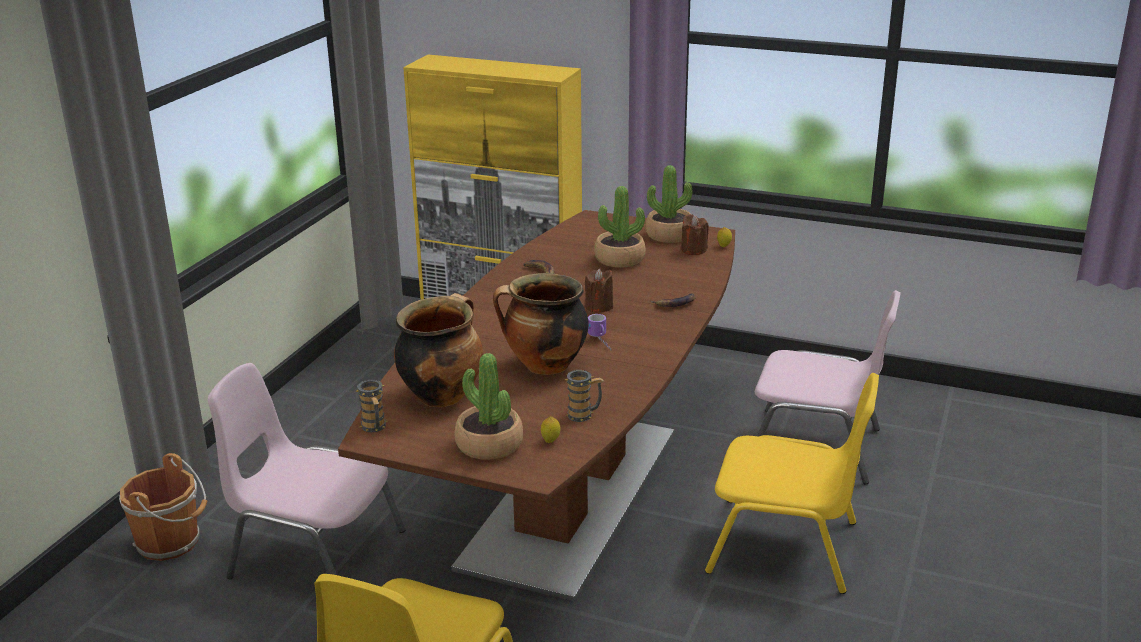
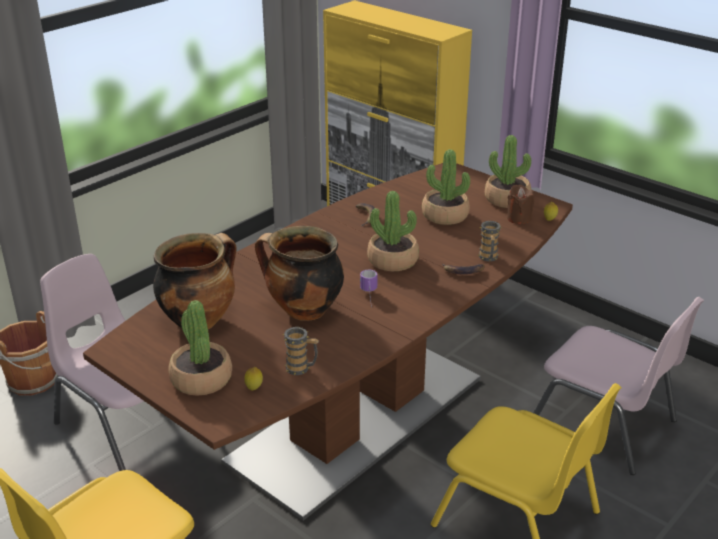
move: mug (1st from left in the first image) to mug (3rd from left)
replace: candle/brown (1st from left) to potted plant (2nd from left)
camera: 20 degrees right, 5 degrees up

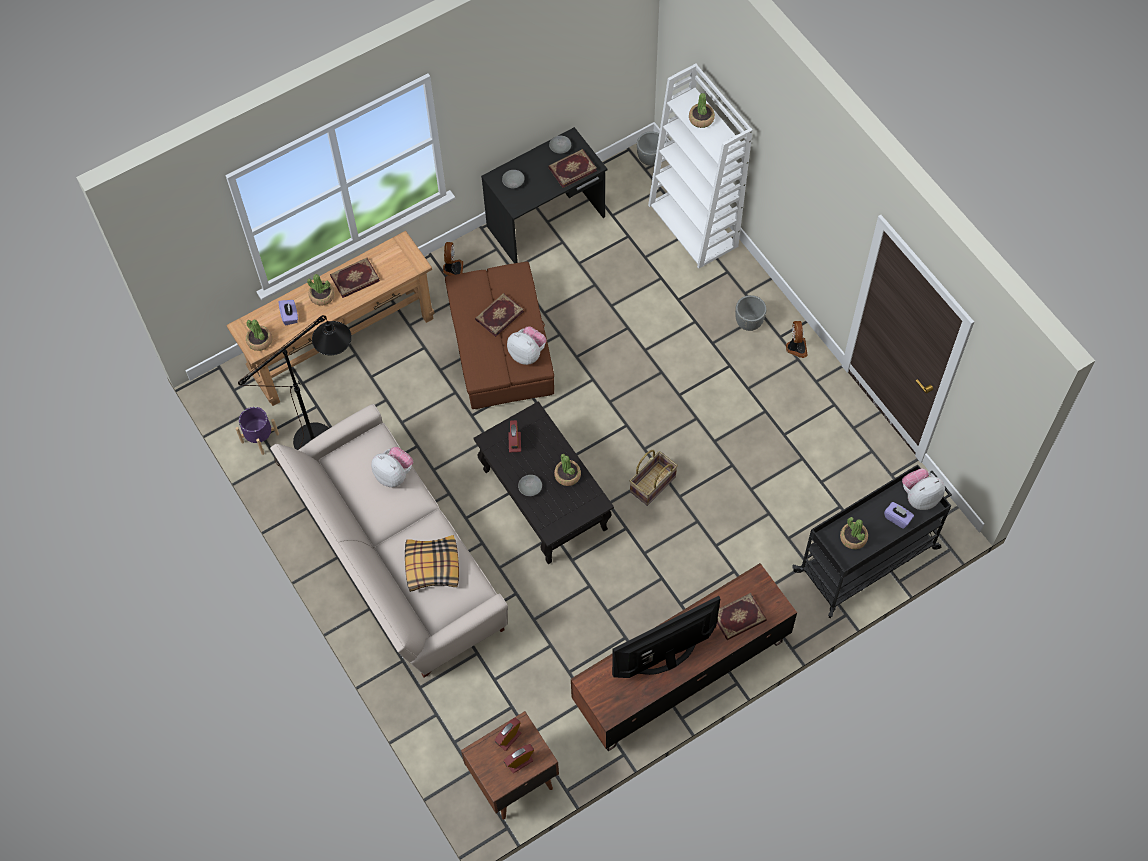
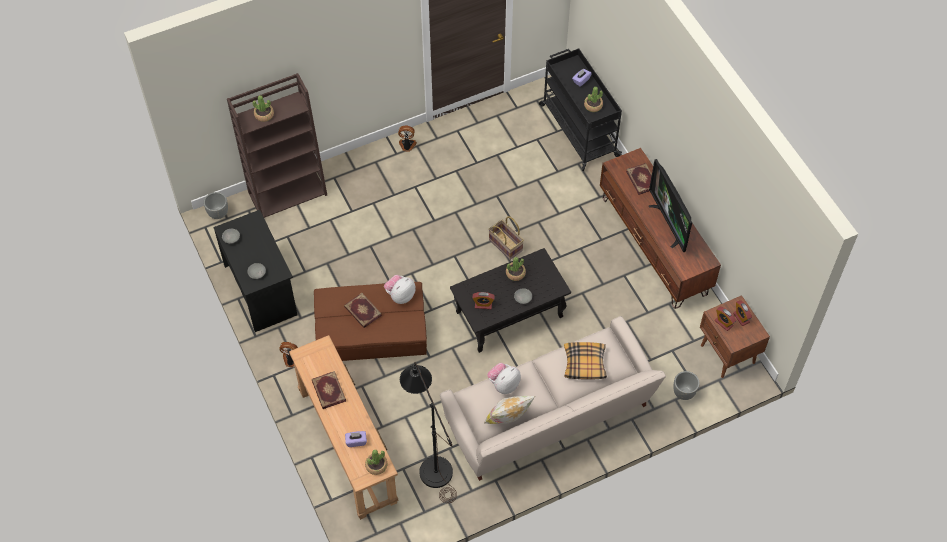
delete: planter/purple; potted plant (2nd from left); book (3rd from left); plush toy (3rd from left)
insert: pillow (1st from left)
move: planter/grey (2nd from left)
recolor: bookcase/white to bookcase/brown
camera: 85 degrees left, 5 degrees down

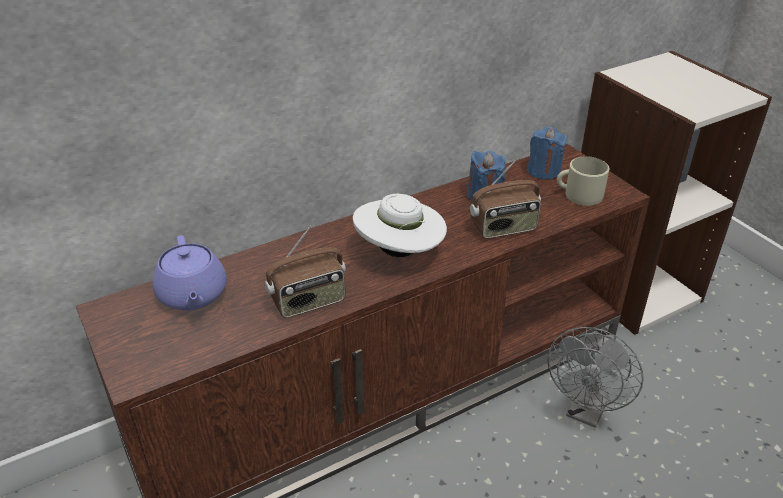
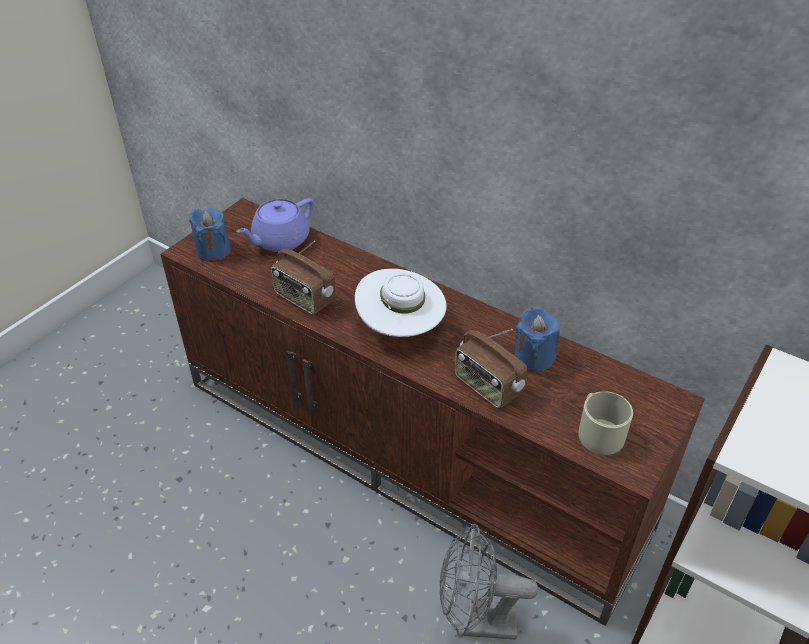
move: candle/blue (2nd from left in the first image) to candle/blue (1st from left)
camera: 65 degrees right, 5 degrees up

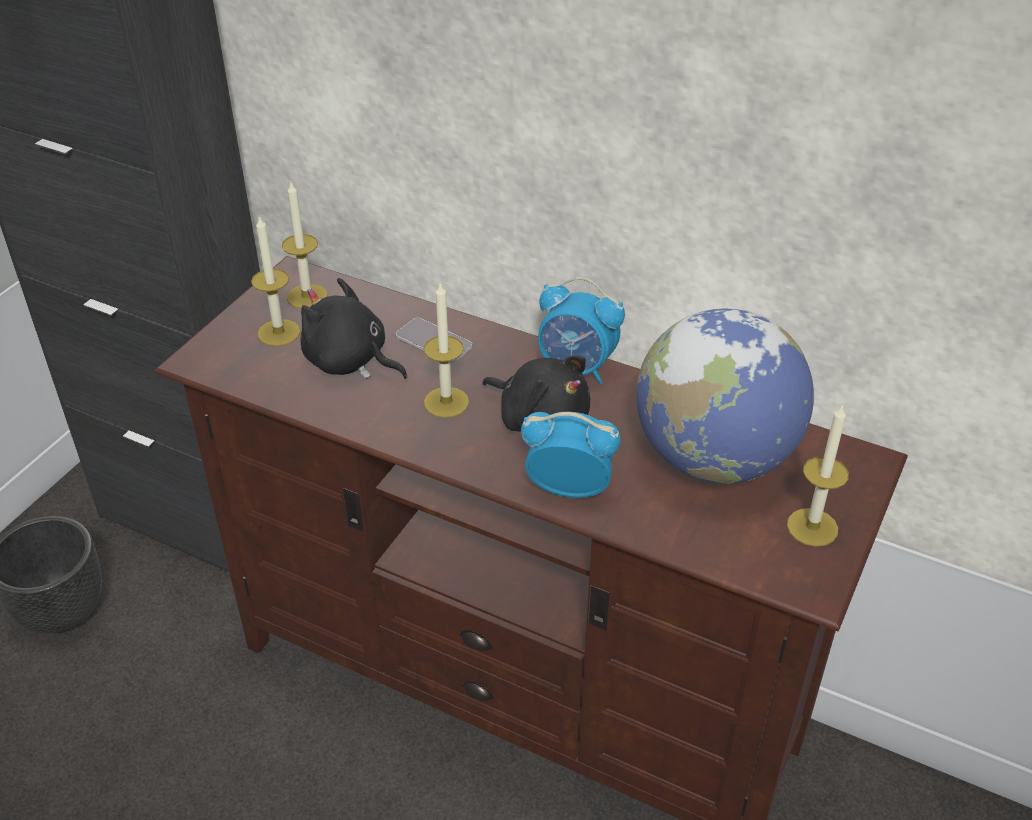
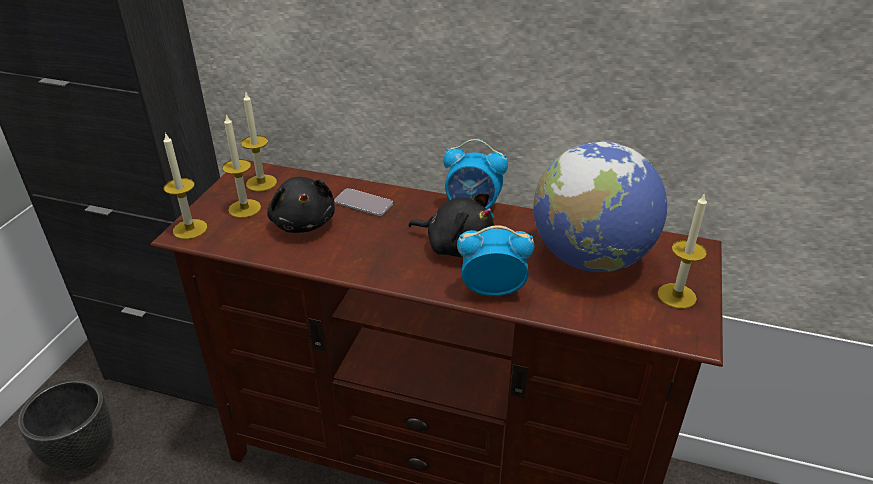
move: candle (3rd from left in the first image) to candle (1st from left)
rotate: plush toy/black (1st from left) 135 degrees counterclockwise
camera: 10 degrees left, 5 degrees down

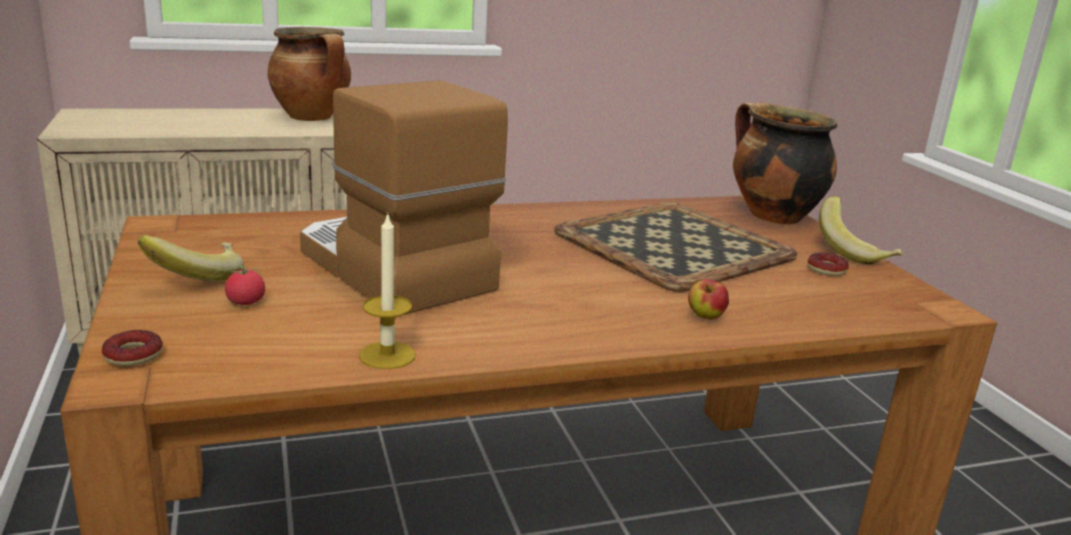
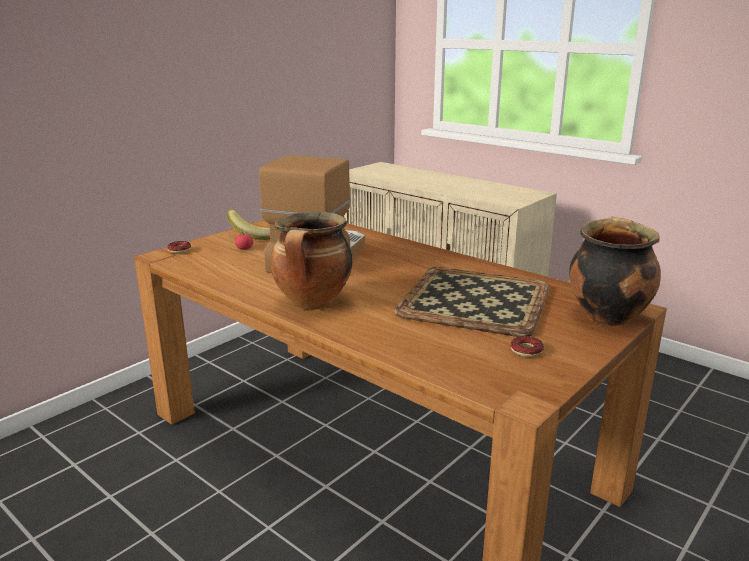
delete: candle; apple; banana (2nd from left)
move: cooking pot (1st from left)
camera: 60 degrees right, 0 degrees up

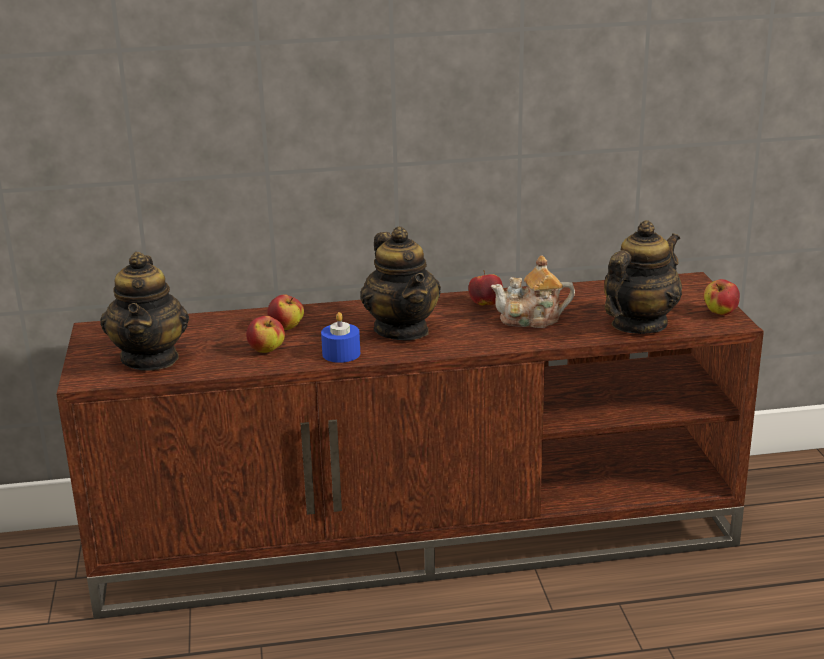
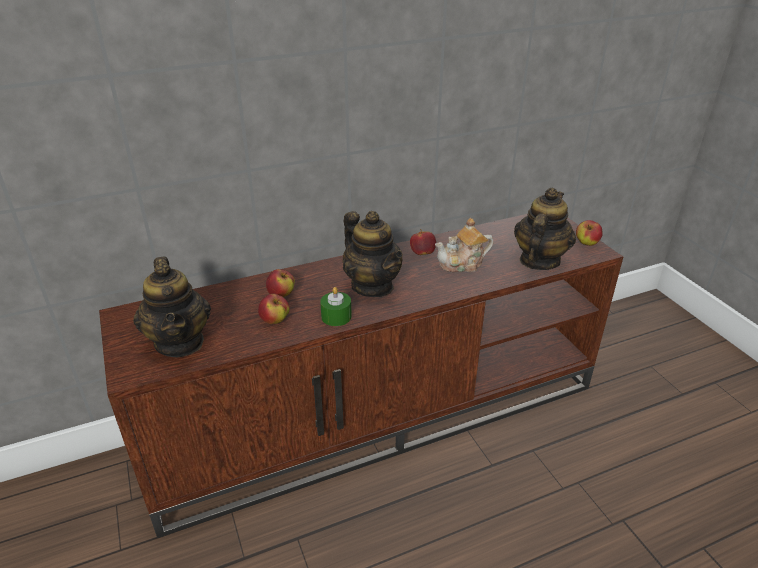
recolor: candle/blue to candle/green
camera: 15 degrees left, 10 degrees up

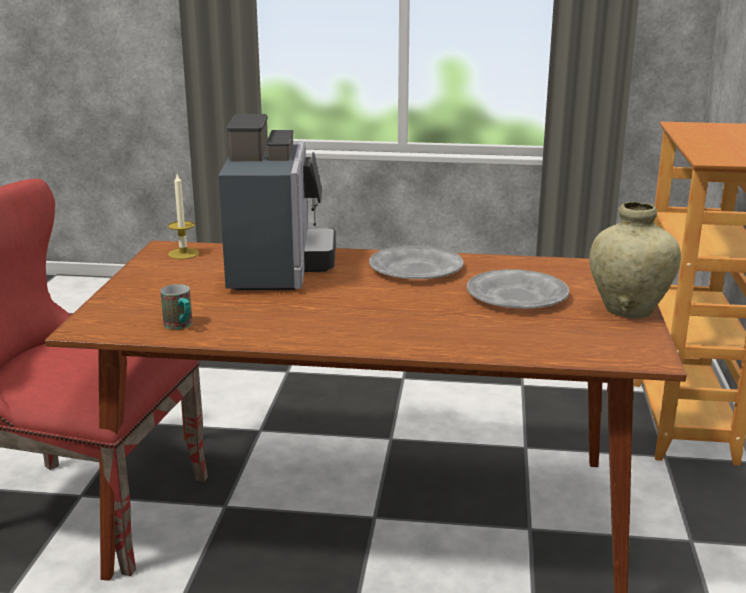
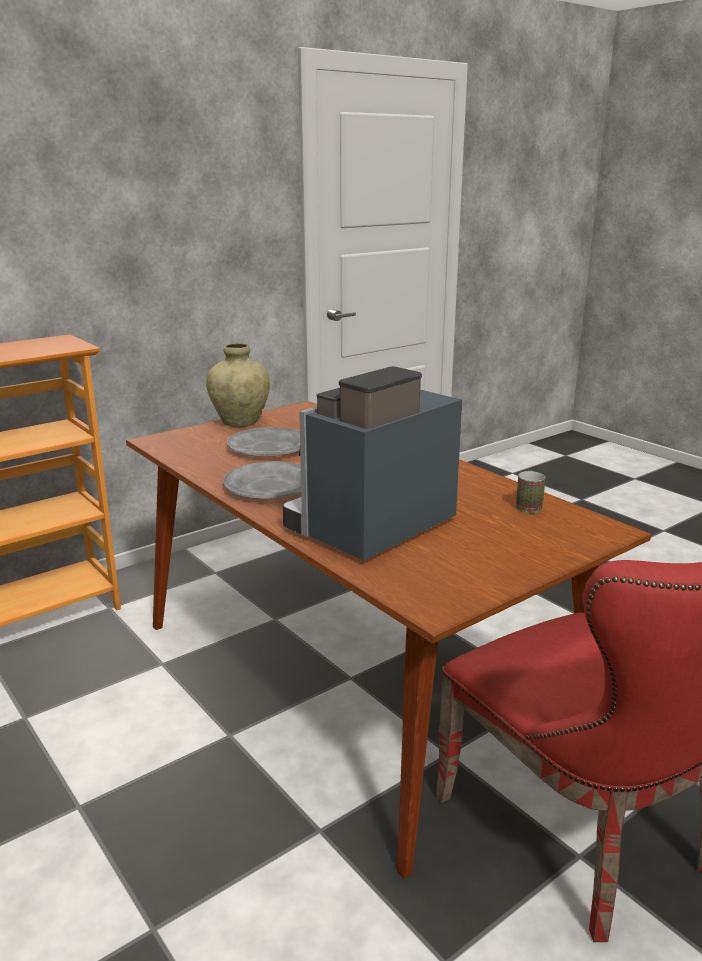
delete: candle
camera: 135 degrees left, 0 degrees up

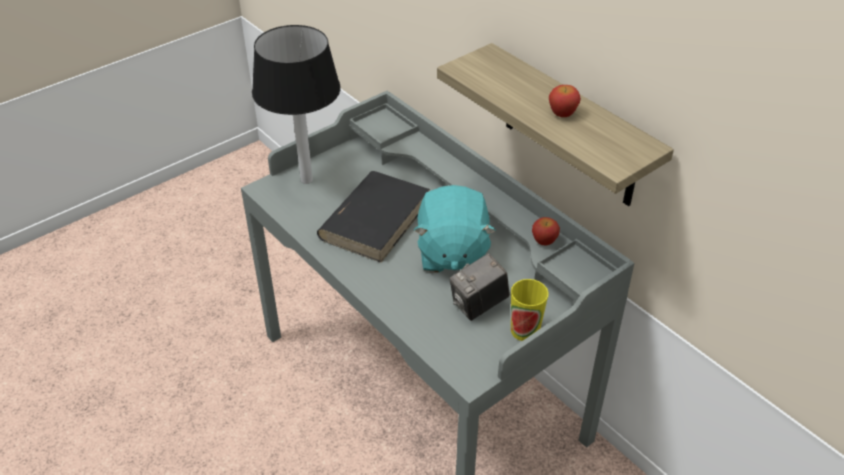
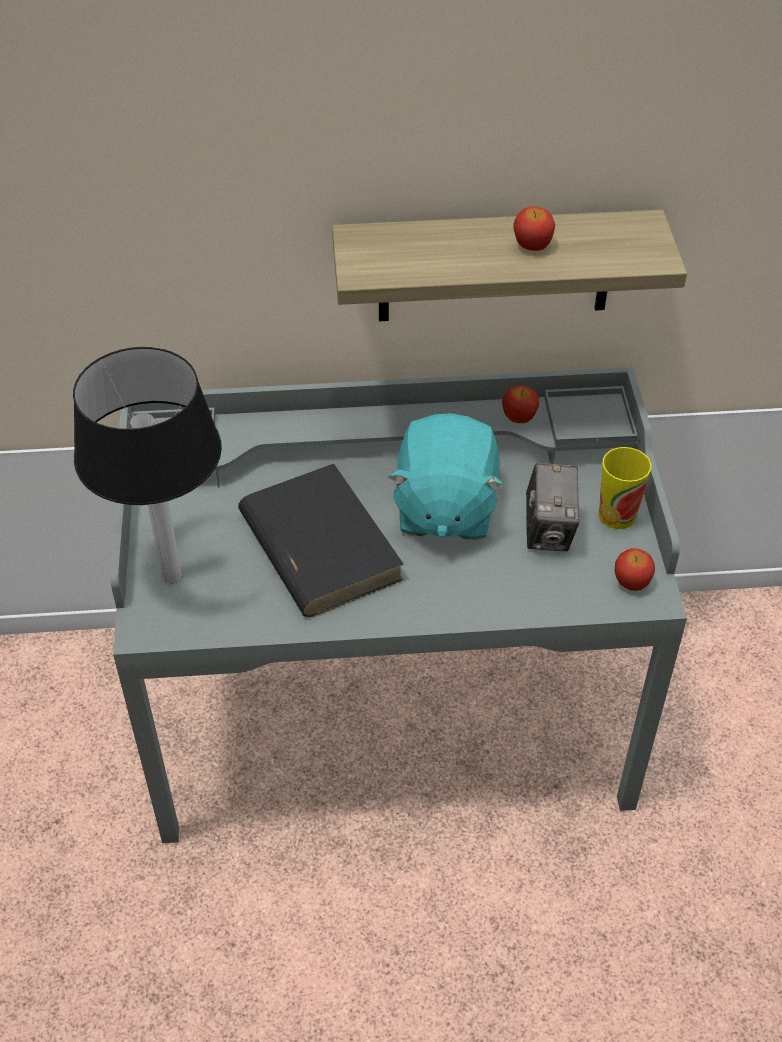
insert: apple (3rd from left)
rotate: plush toy/turquoise 60 degrees clockwise
camera: 55 degrees left, 5 degrees up

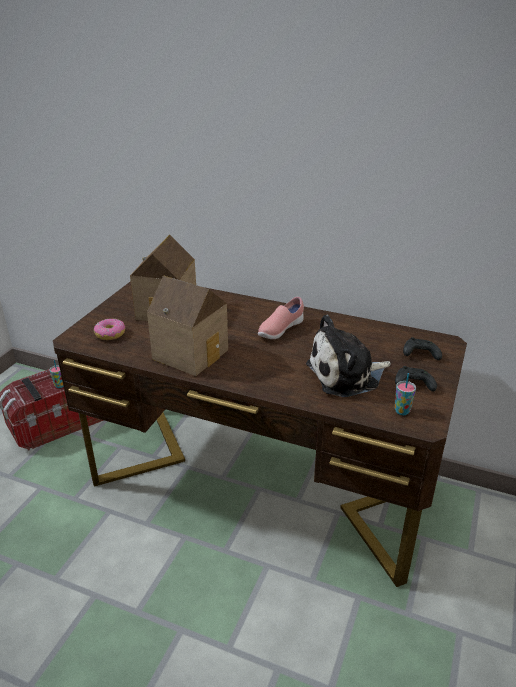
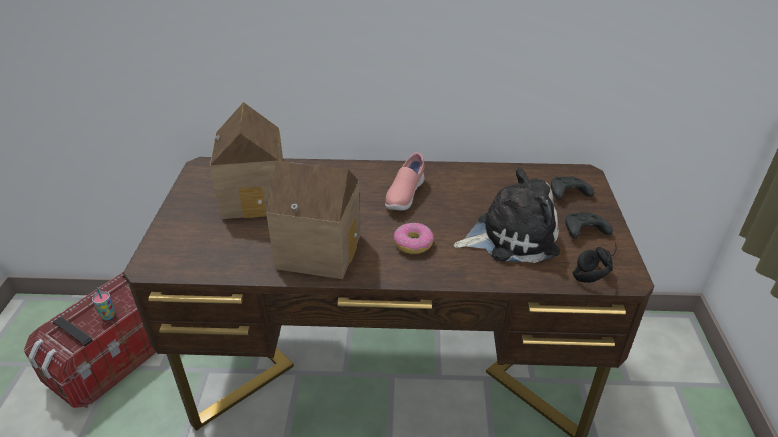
move: donut
replace: cup (2nd from left) to headphones/black
rotate: plush toy 150 degrees counterclockwise
camera: 20 degrees left, 5 degrees up

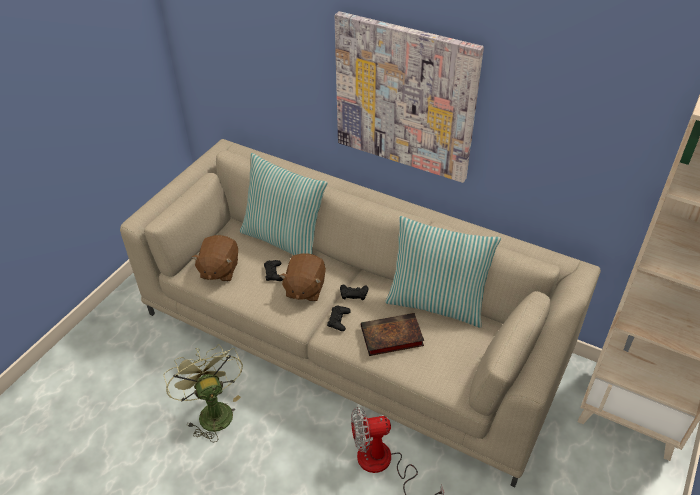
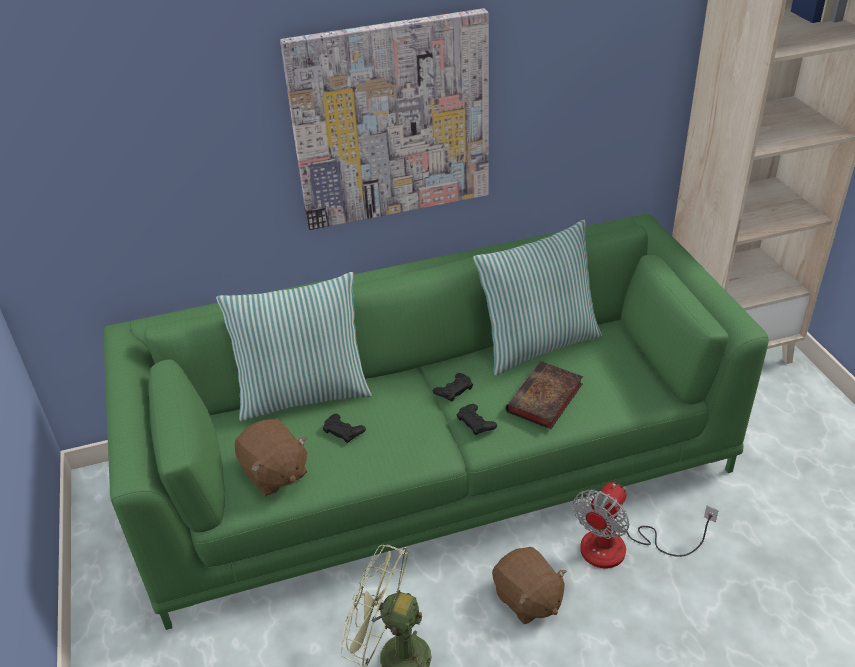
move: plush toy/brown (2nd from left)
recolor: sofa/beige to sofa/green
camera: 45 degrees left, 5 degrees down

